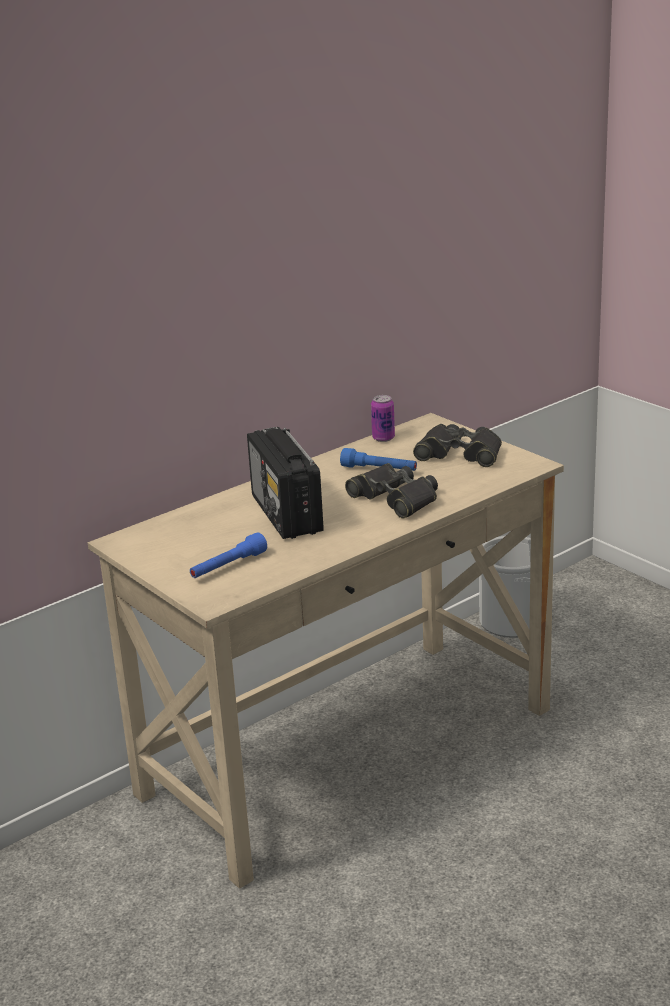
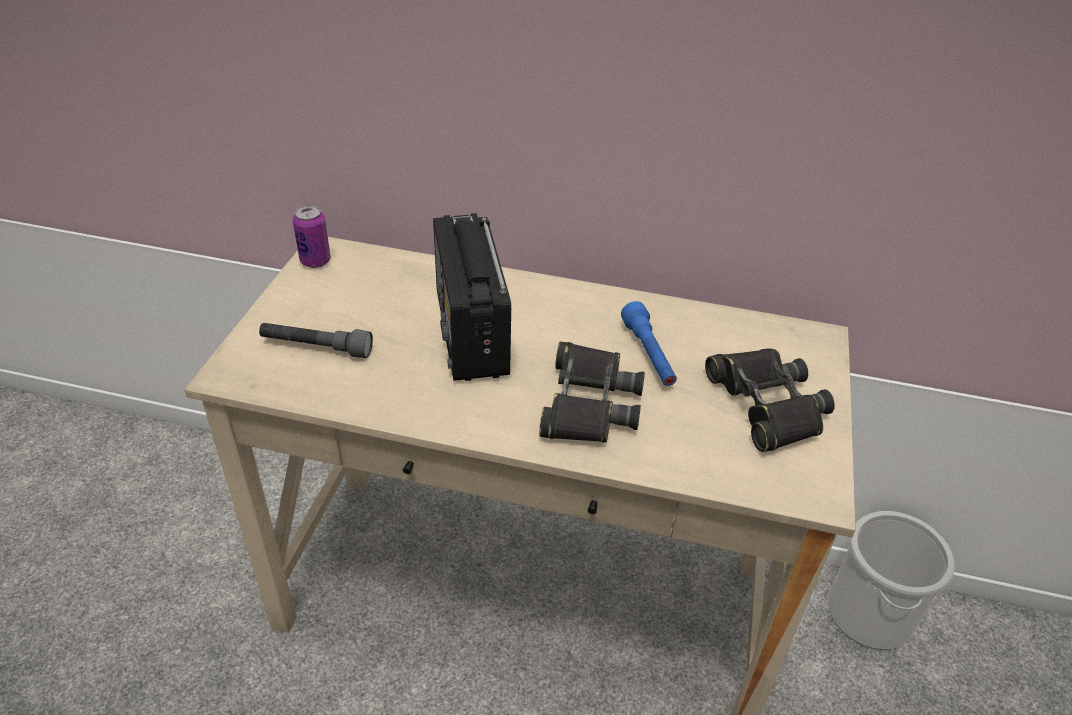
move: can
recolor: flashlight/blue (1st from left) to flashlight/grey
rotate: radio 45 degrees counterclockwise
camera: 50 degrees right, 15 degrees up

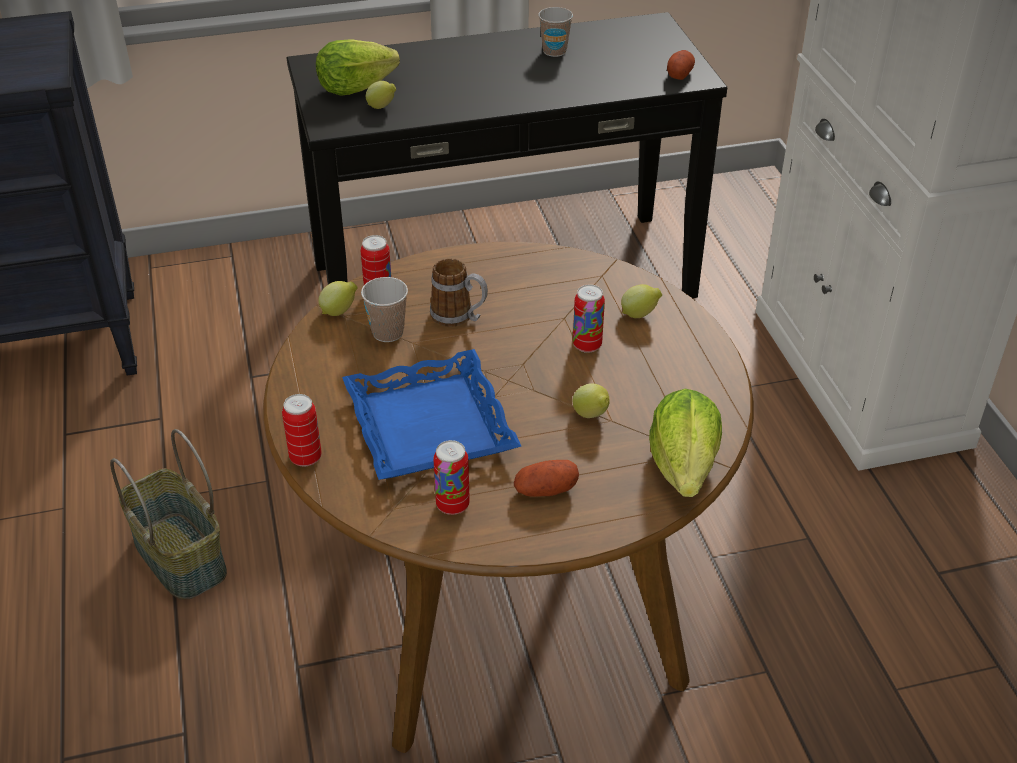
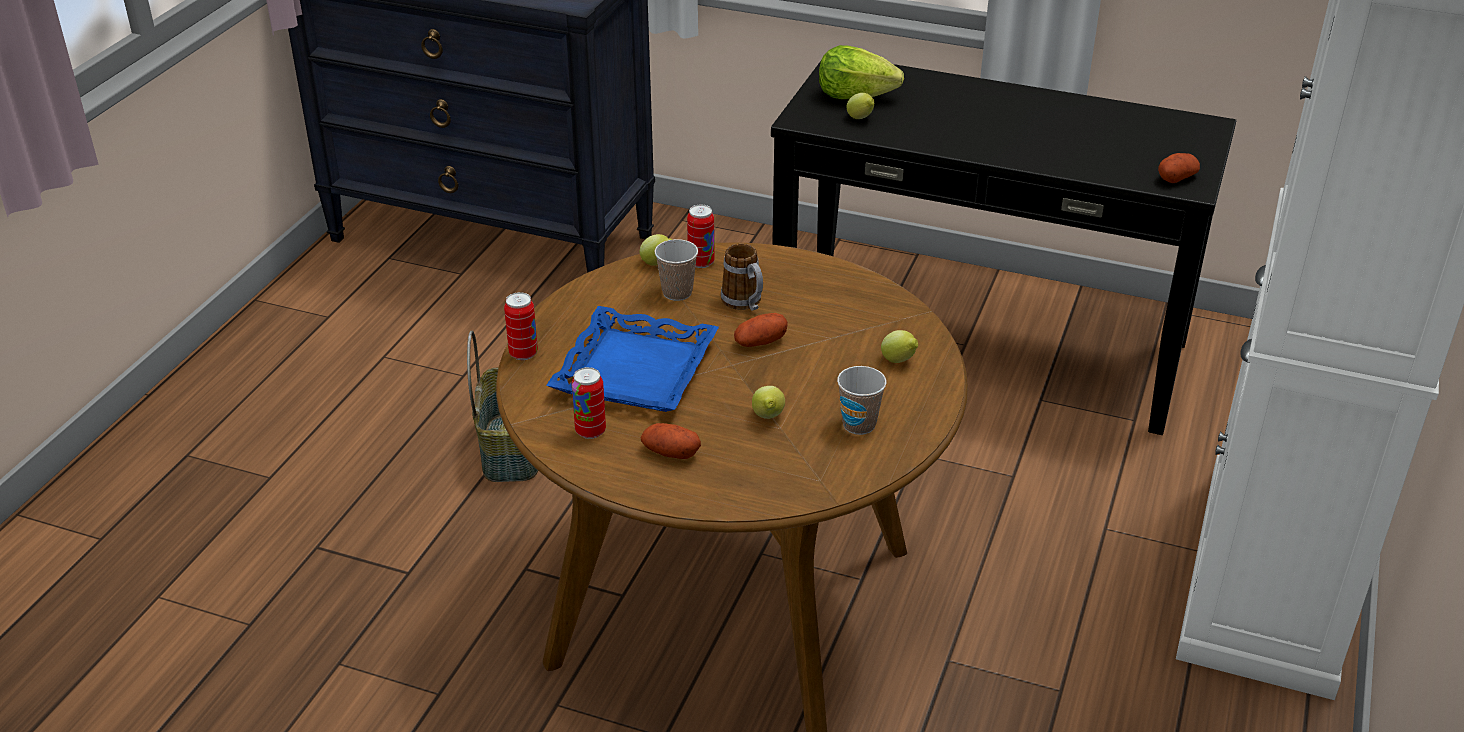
delete: can (4th from left); lettuce (2nd from left)
insert: potato (2nd from left)
move: cup (2nd from left)
camera: 35 degrees right, 5 degrees down

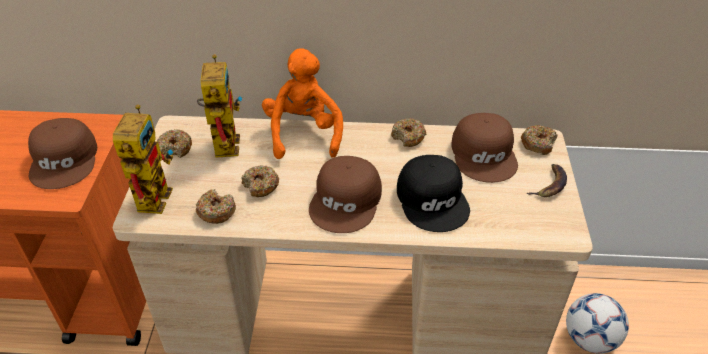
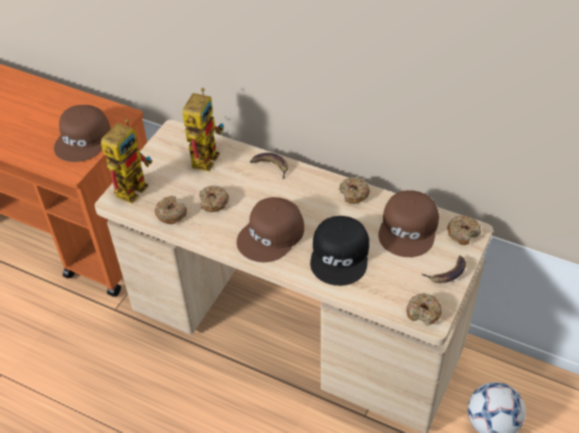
move: donut (1st from left in the first image) to donut (4th from left)
replace: plush toy/orange to banana (1st from left)
camera: 25 degrees right, 5 degrees up

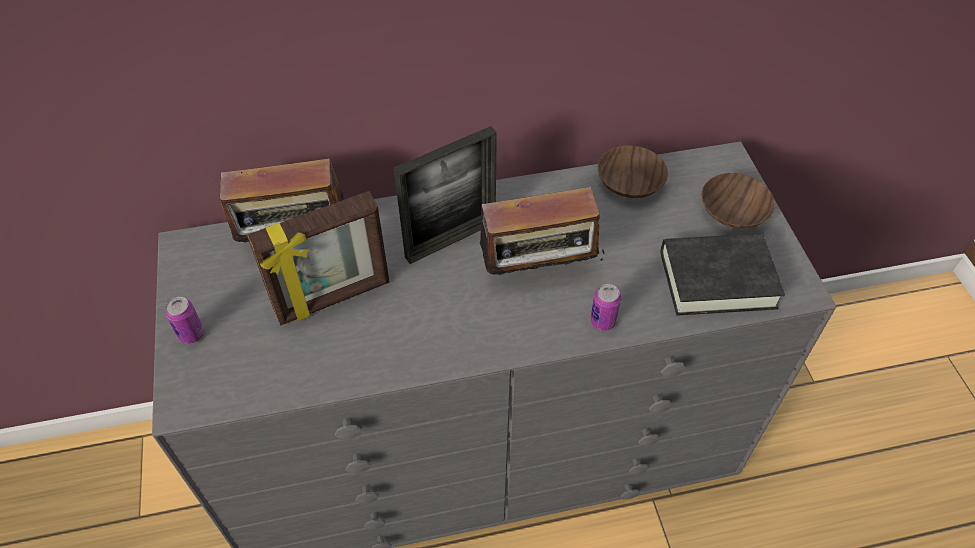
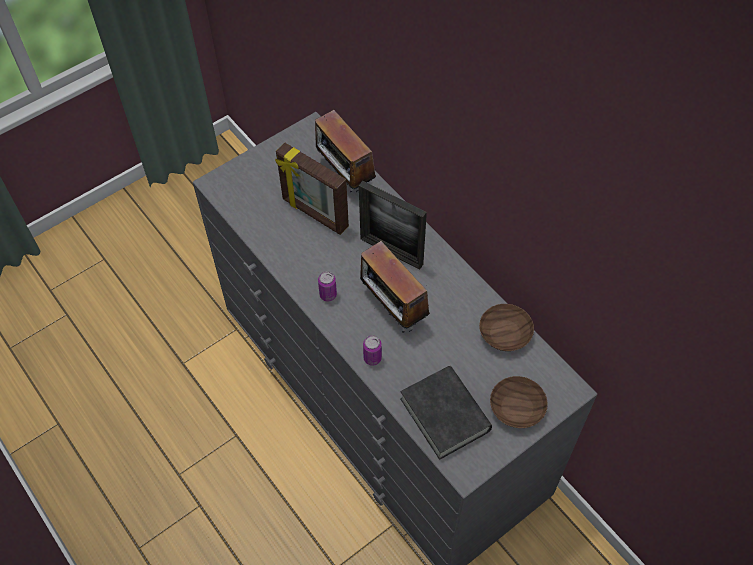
move: can (1st from left)
camera: 65 degrees right, 5 degrees up

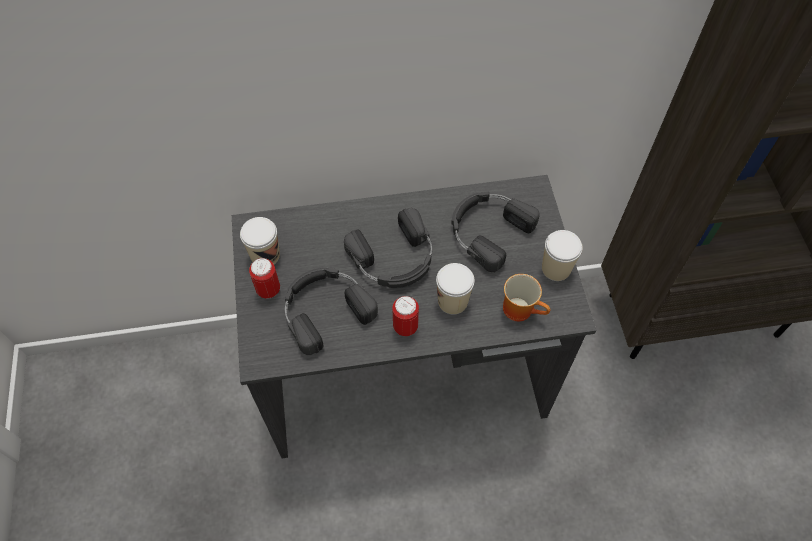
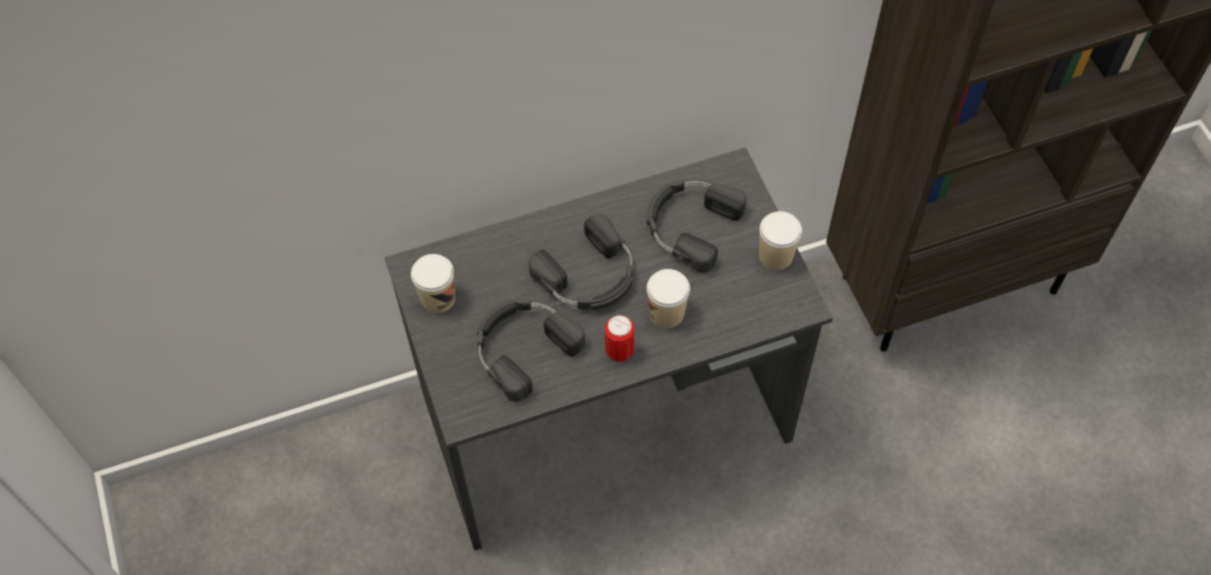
delete: can (1st from left); mug
camera: 10 degrees left, 0 degrees up

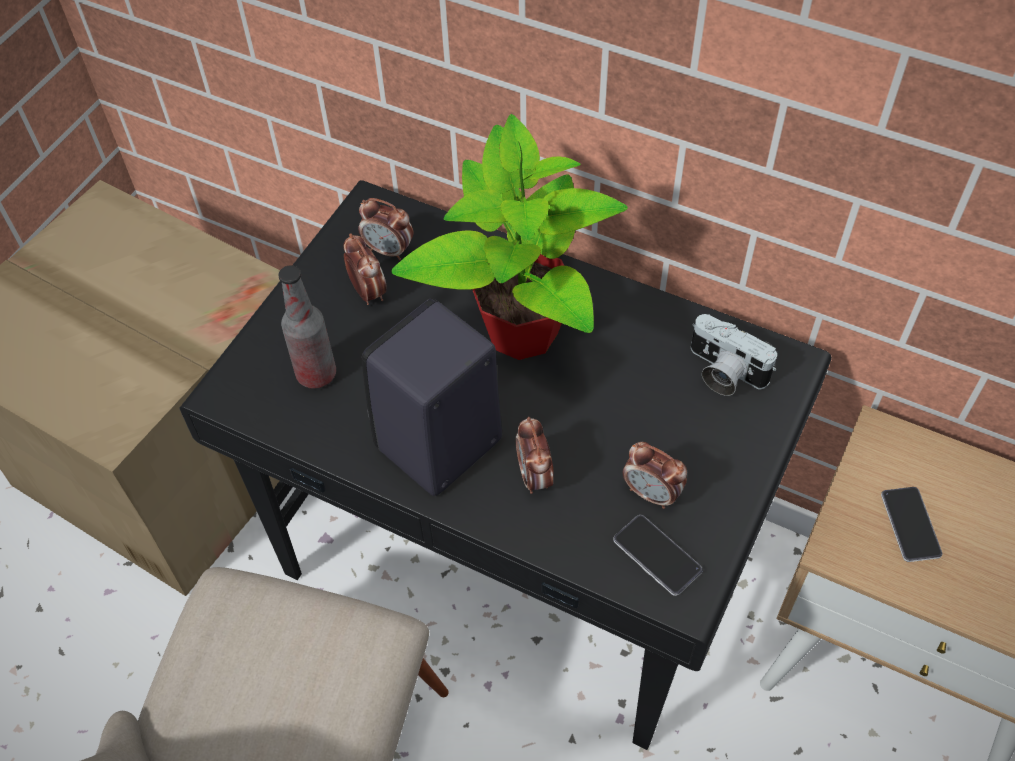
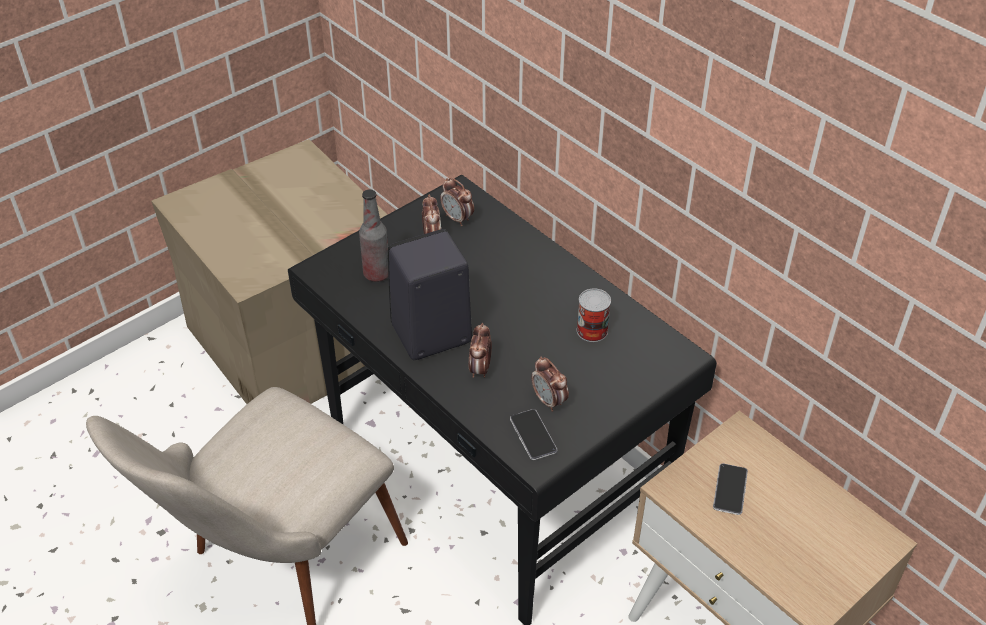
delete: potted plant; photo camera
insert: can
camera: 20 degrees right, 10 degrees down

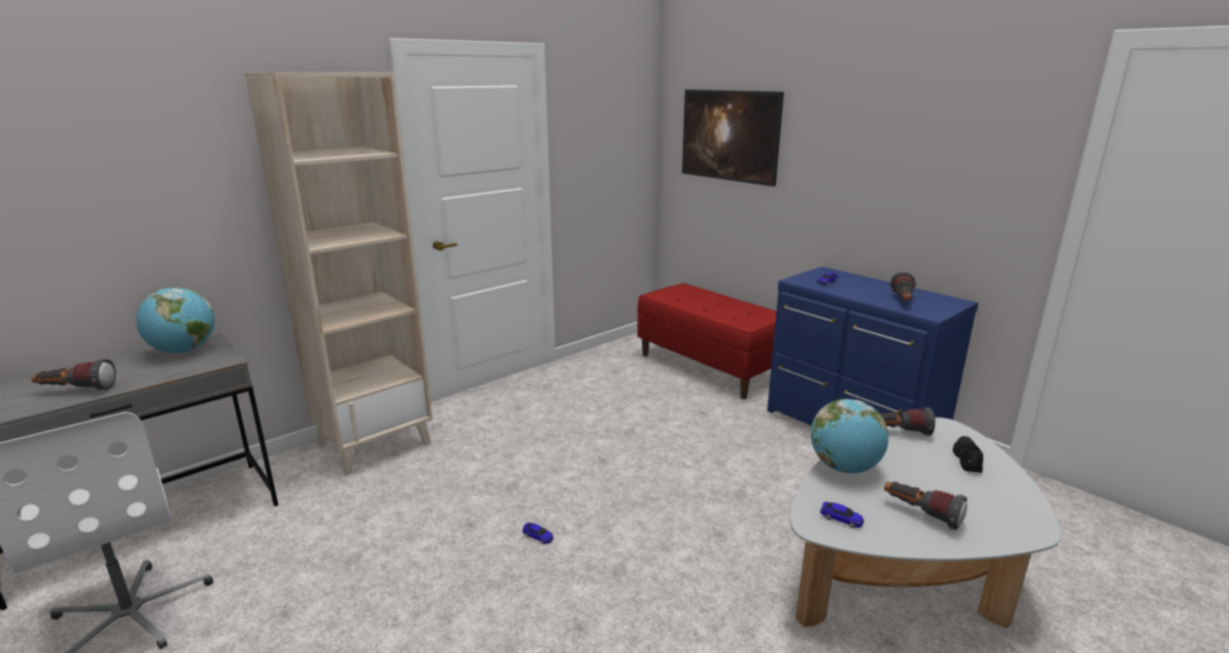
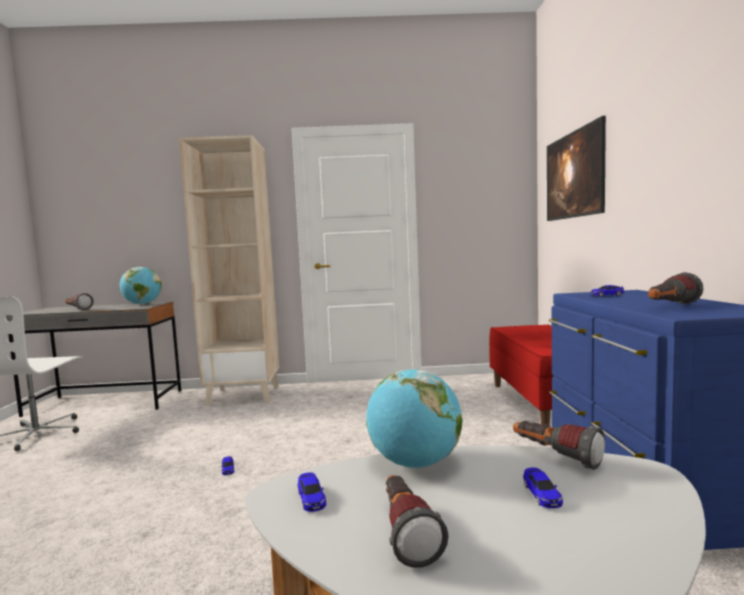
delete: shoe/black
insert: toy car (3rd from left)
camera: 40 degrees right, 15 degrees down

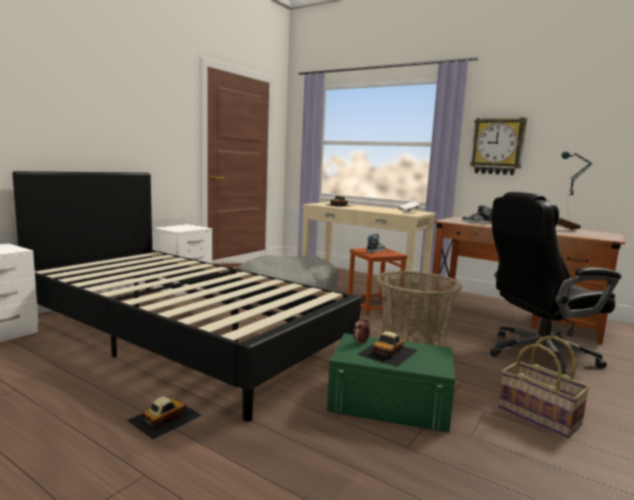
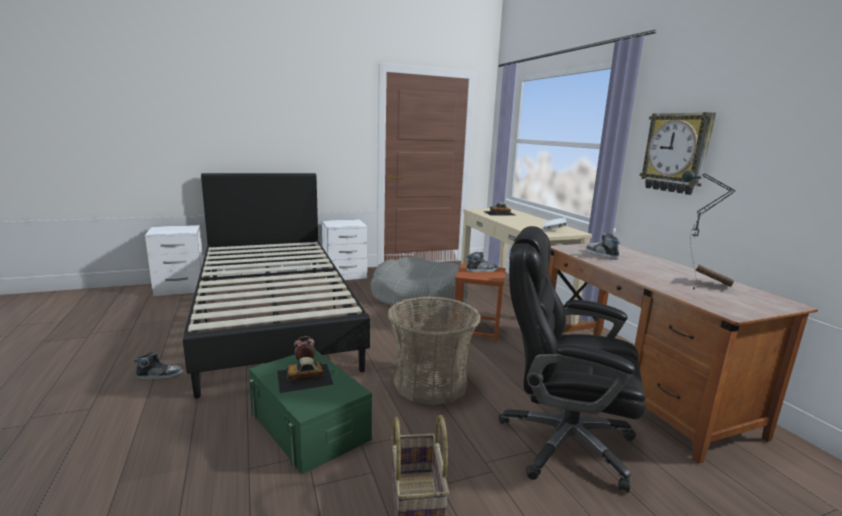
replace: toy car (1st from left) to shoe (1st from left)
camera: 35 degrees right, 5 degrees up

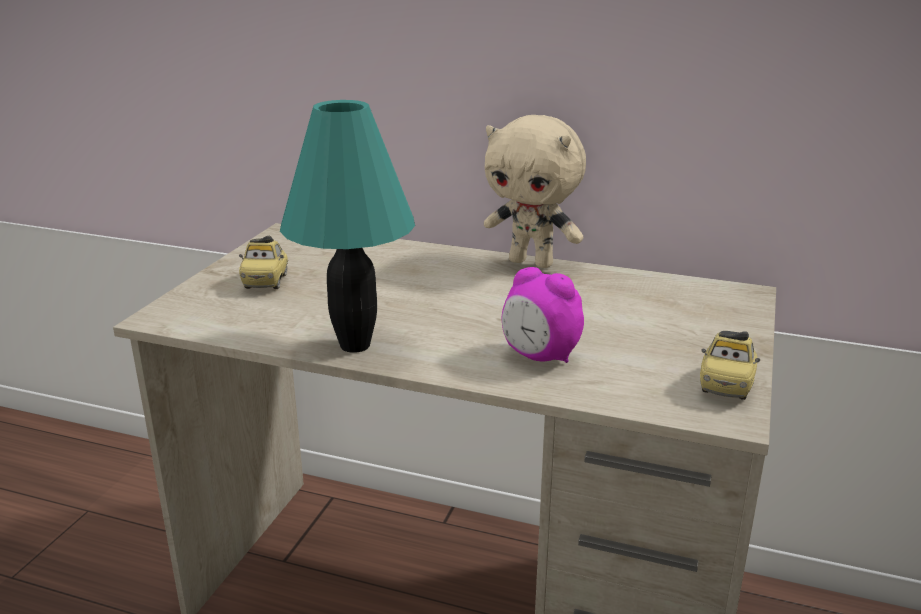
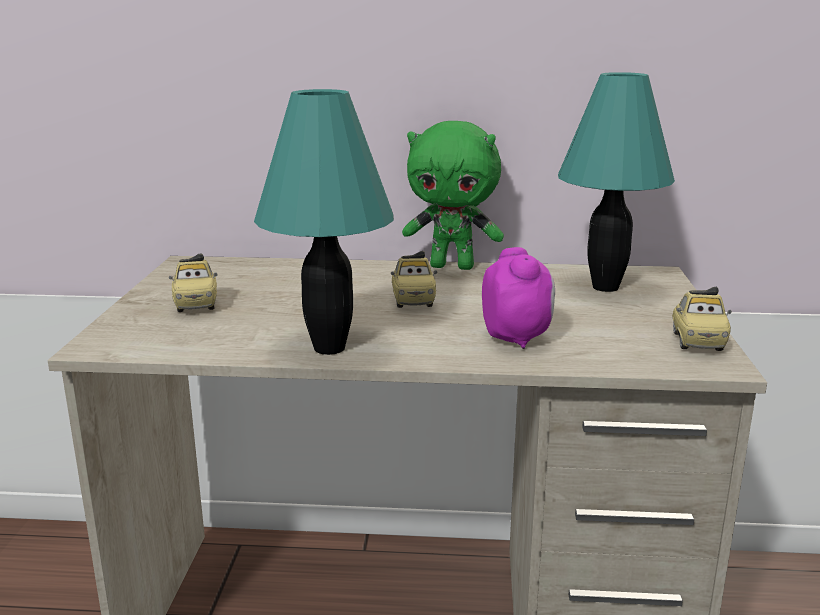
insert: toy car (2nd from left); table lamp/turquoise (2nd from left)
recolor: plush toy/beige to plush toy/green
rotate: alarm clock 120 degrees counterclockwise
camera: 15 degrees left, 5 degrees down

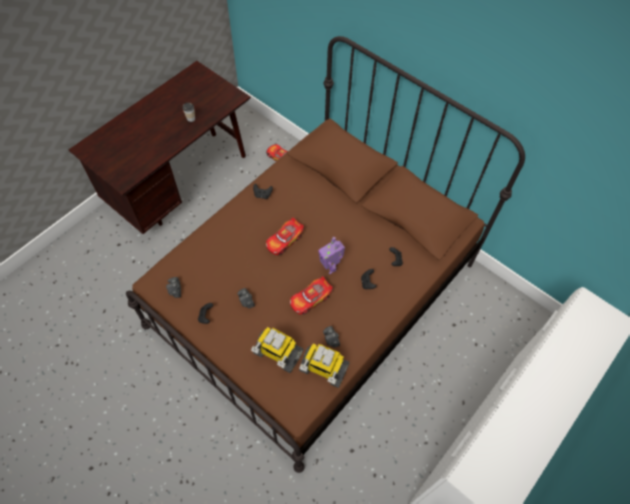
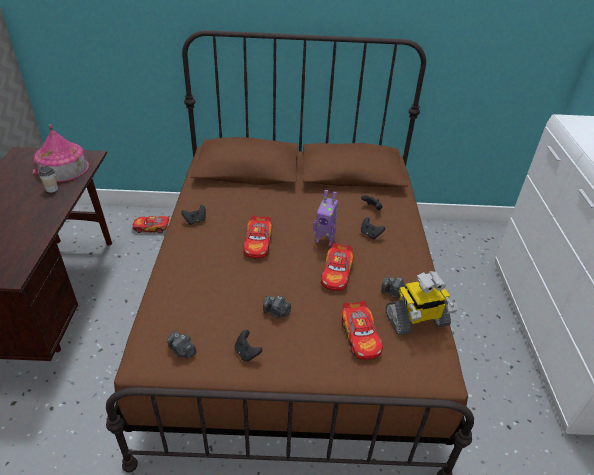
insert: toy house
replace: toy robot (1st from left) to toy car (4th from left)
camera: 40 degrees left, 20 degrees down

